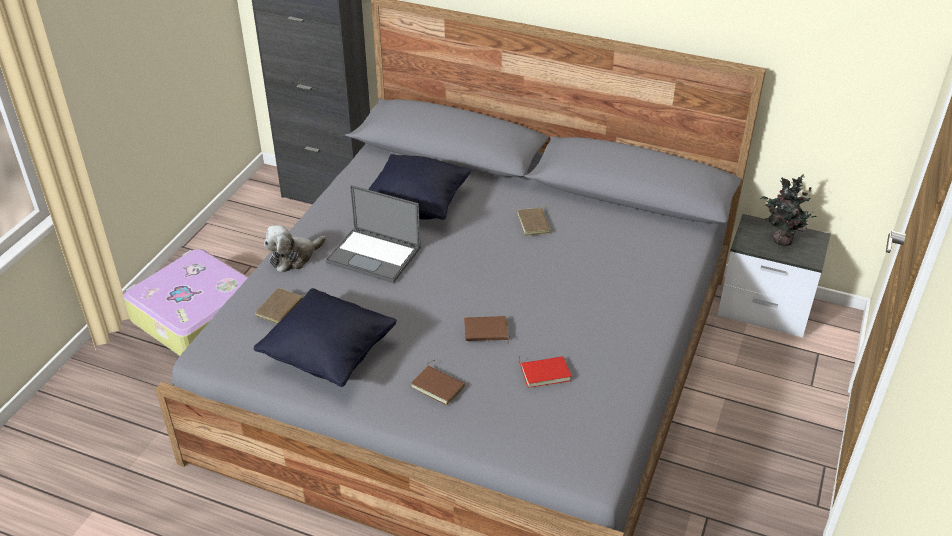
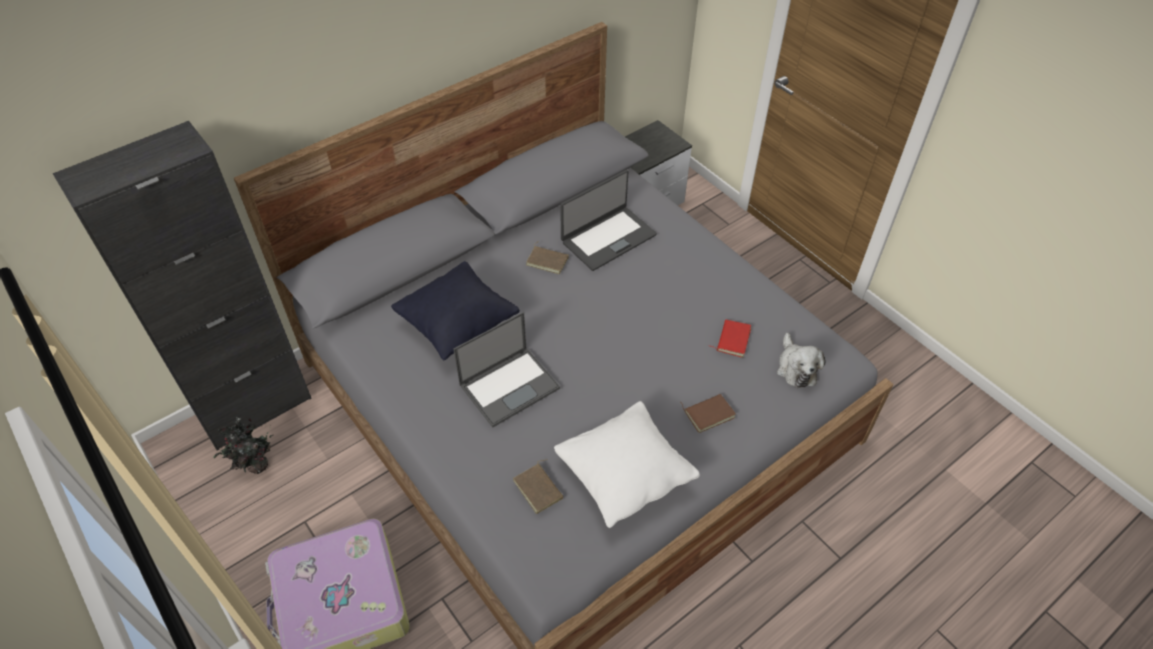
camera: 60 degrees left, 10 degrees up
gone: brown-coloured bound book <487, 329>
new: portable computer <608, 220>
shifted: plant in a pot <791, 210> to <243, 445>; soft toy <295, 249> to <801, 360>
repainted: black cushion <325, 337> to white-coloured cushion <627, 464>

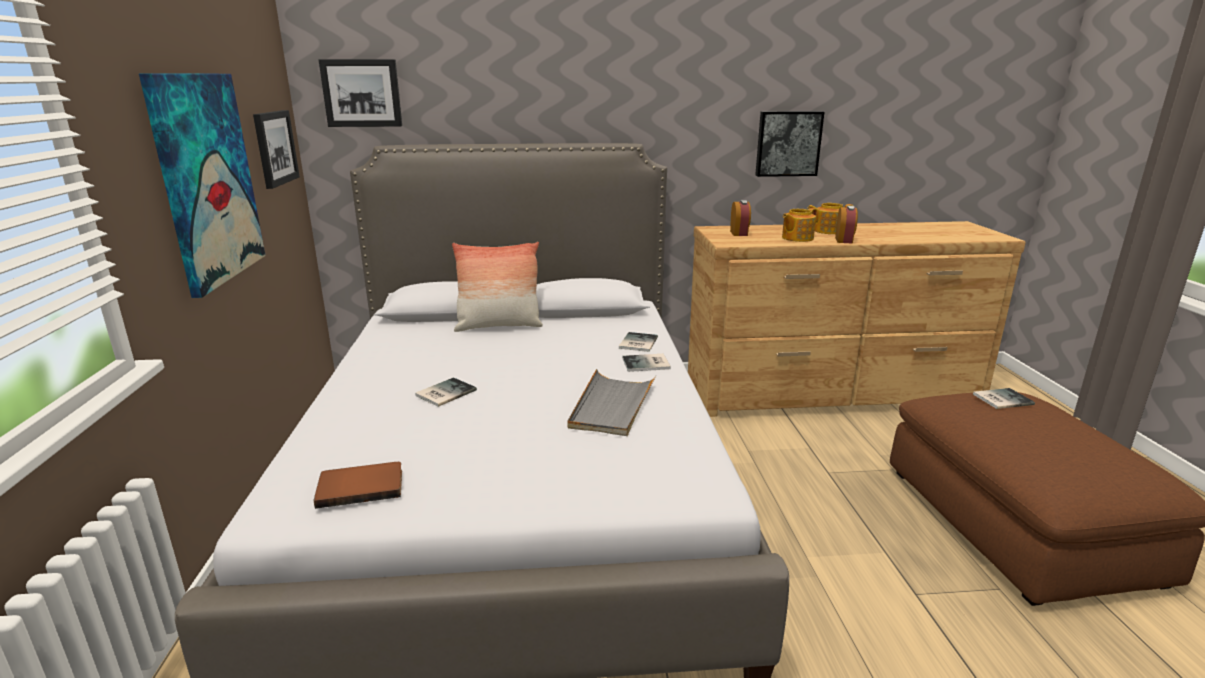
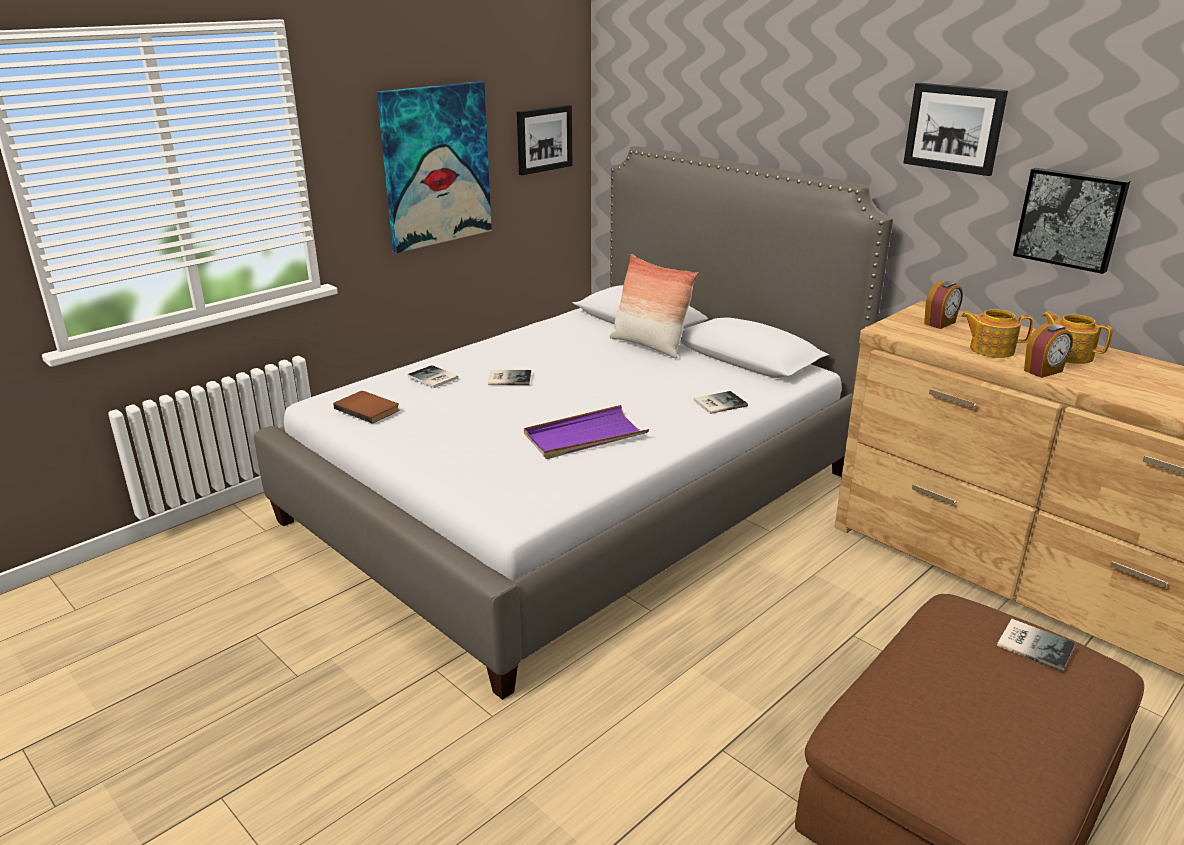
camera: 50 degrees right, 5 degrees up
shifted: wall art <360, 93> to <955, 129>; bound book <646, 363> to <433, 376>
repainted: greyish tray <612, 402> to purple-coloured tray <586, 432>

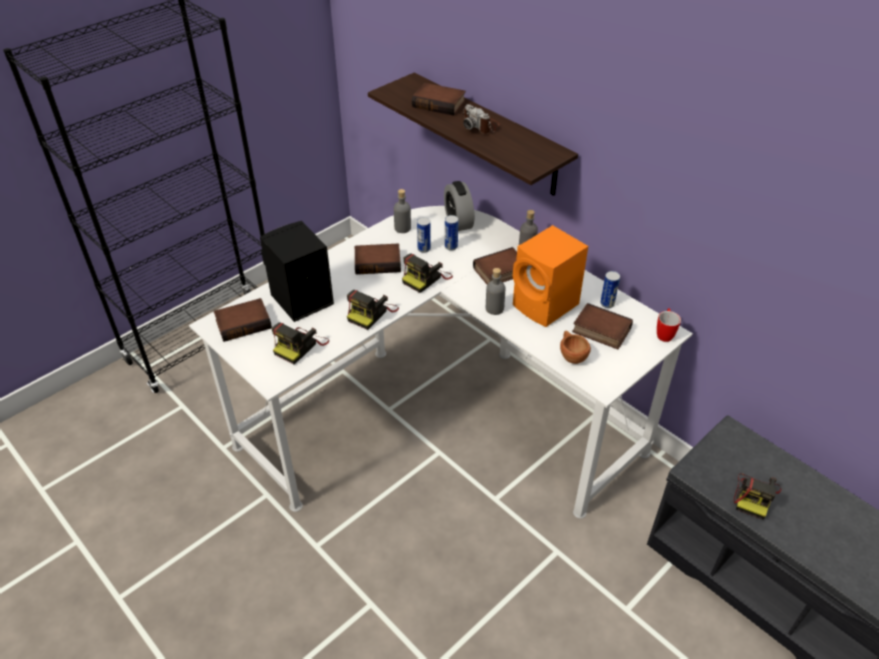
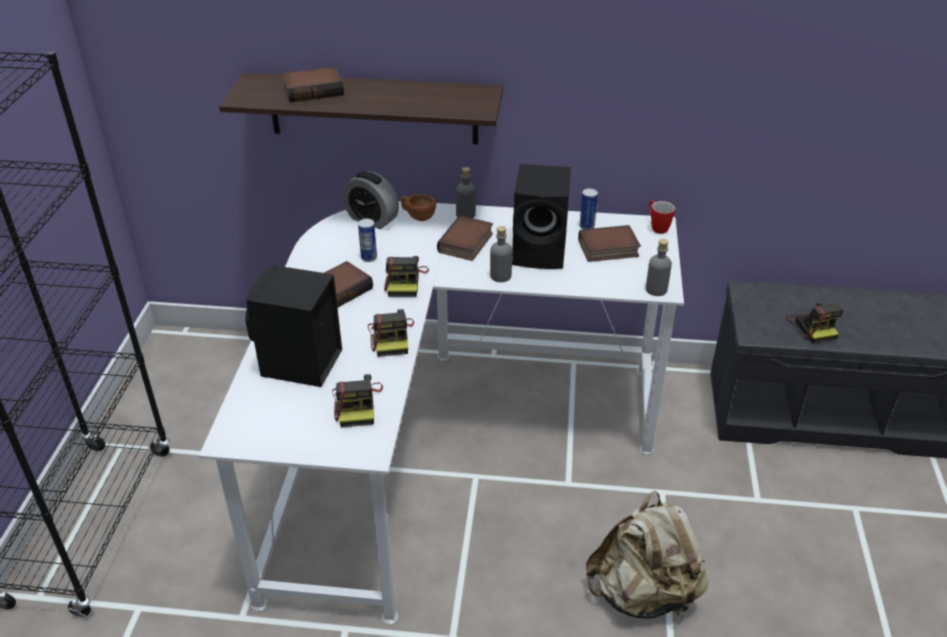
camera: 40 degrees left, 5 degrees down
gone: photo camera <481, 118>; can <451, 233>; bound book <243, 320>
new: beige-coloured knapsack <647, 554>
shifted: greyish beverage bottle <402, 211> to <659, 267>; brown-coloured cup <575, 347> to <418, 207>
repainted: orangey audio speaker <550, 276> to black audio speaker <541, 216>

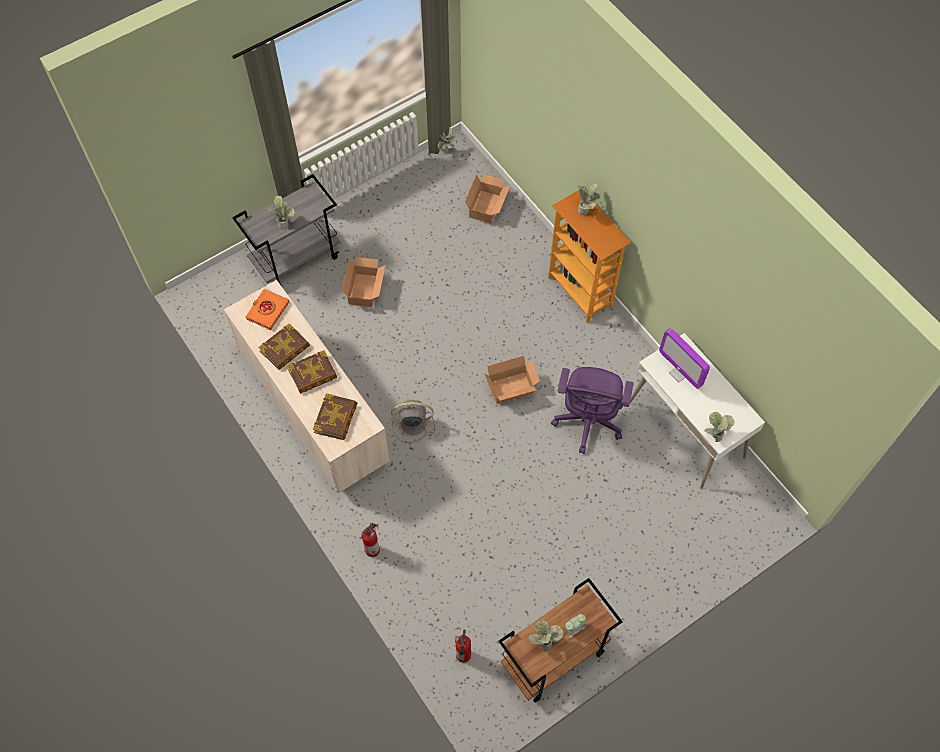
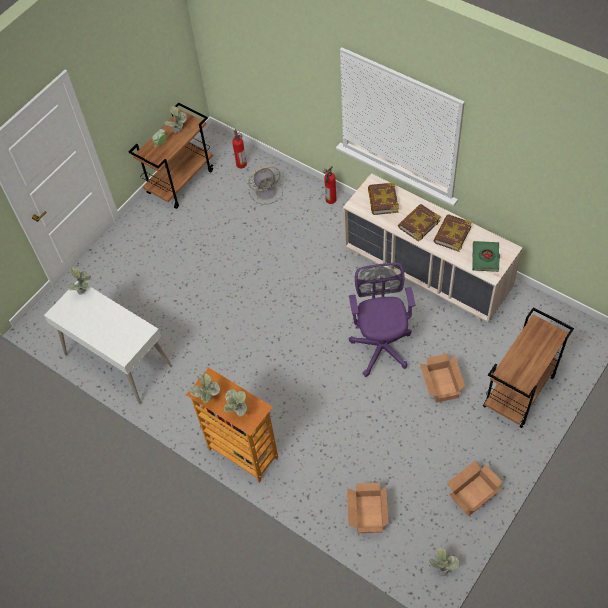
camera: 165 degrees right, 5 degrees down
gone: computer screen <684, 358>
shifted: plant in a pot <281, 212> to <204, 388>; cardboard box <512, 380> to <475, 488>; purple-coloured computer chair <592, 410> to <382, 320>; greyish electric fan <413, 421> to <265, 185>
repainted: greyish wheeled cart <286, 229> to brown-coloured wheeled cart <528, 367>; orangey bound book <267, 309> to green bound book <486, 256>

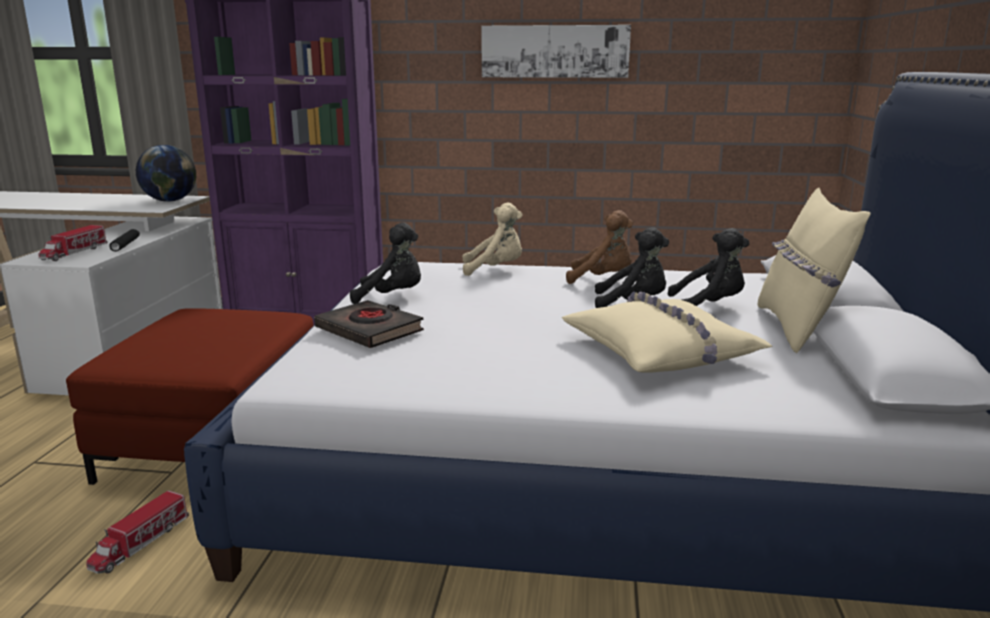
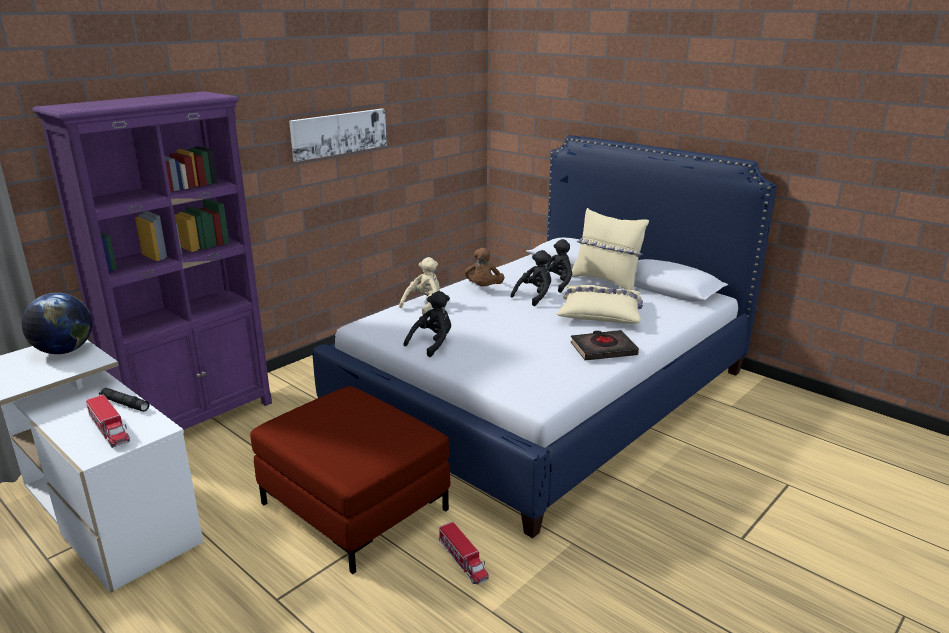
camera: 55 degrees left, 5 degrees up
shifted: black bound book <369, 324> to <604, 345>
rotated: brown-coloured soft toy <599, 247> = <485, 267> 135 degrees clockwise

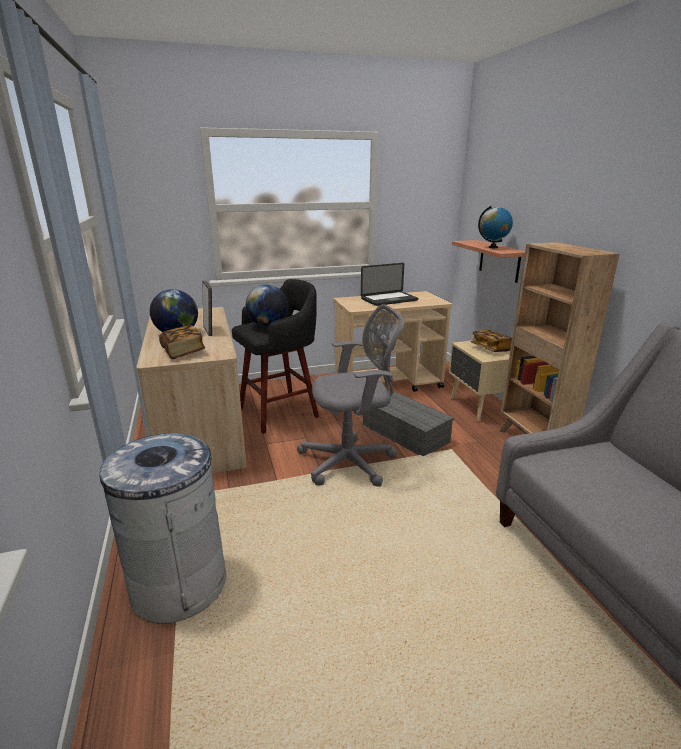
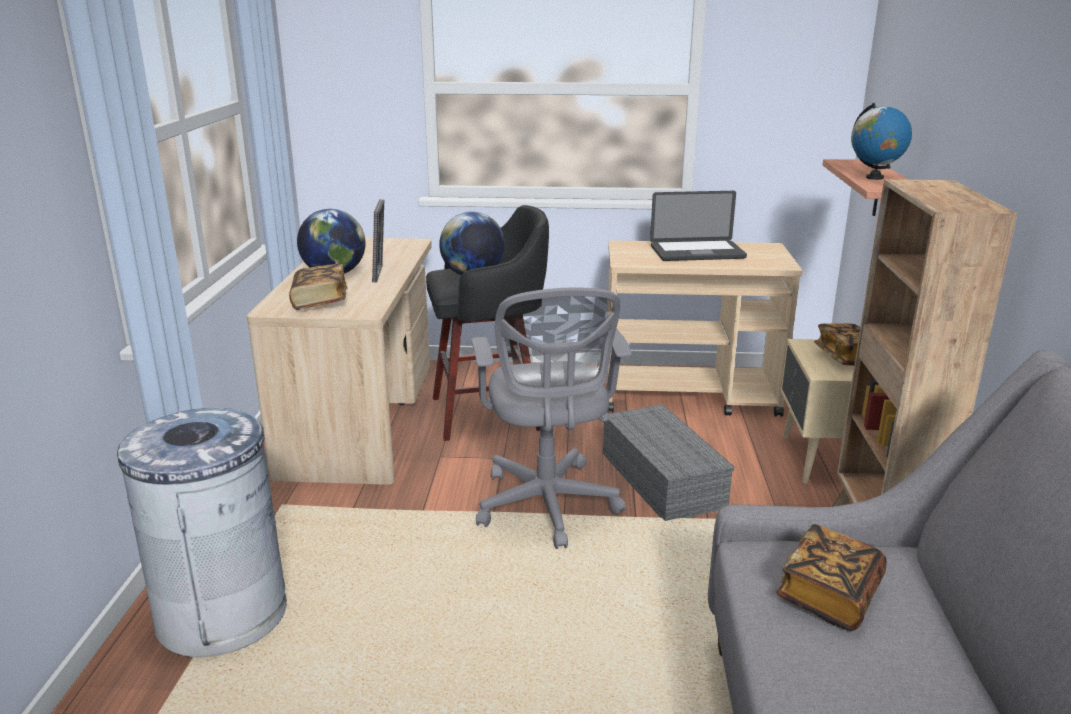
camera: 20 degrees right, 0 degrees up
new: bound book <831, 577>
rotated: greyish computer chair <351, 395> = <551, 418> 75 degrees clockwise

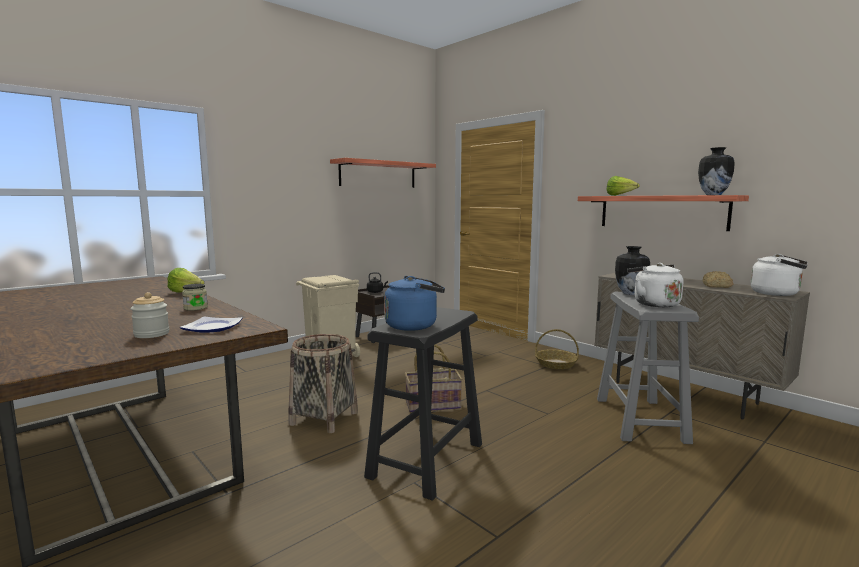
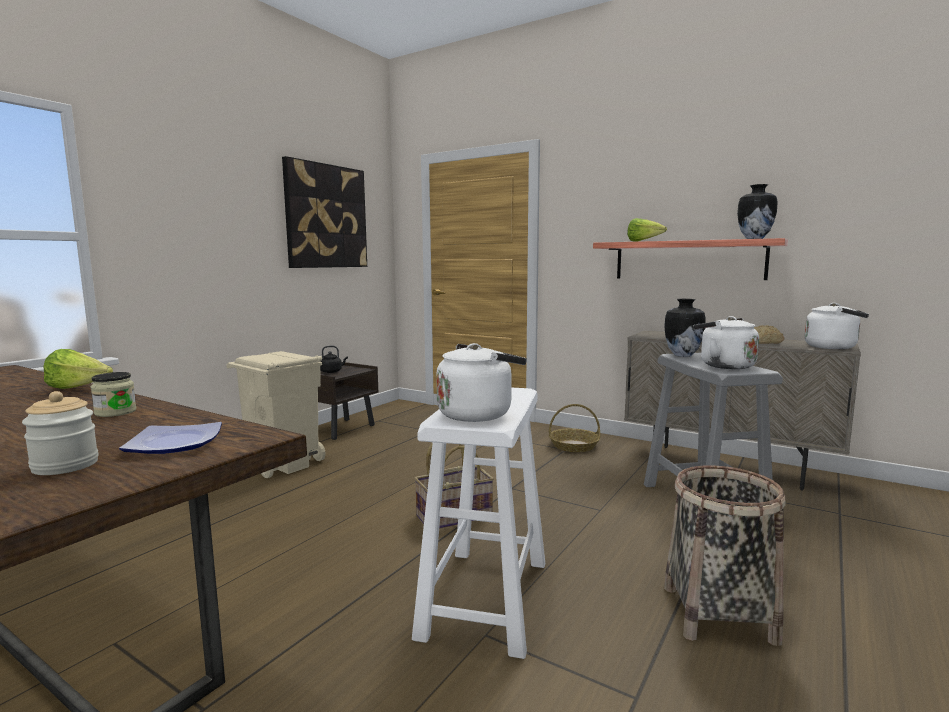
camera: 15 degrees left, 0 degrees up
shifted: basket <323, 383> to <725, 555>
swapped: bracket shelf <383, 173> to wall art <324, 212>
repainted: bluish tea kettle <414, 303> to white-coloured tea kettle <481, 382>; black sitting stool <423, 404> to white-coloured sitting stool <478, 523>

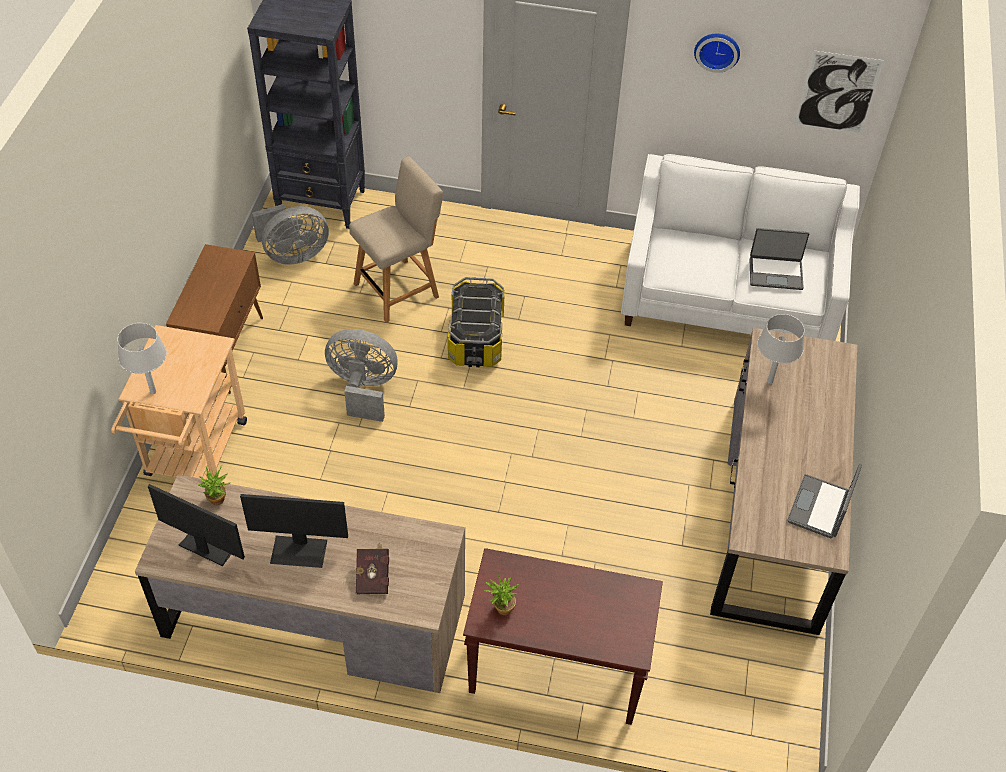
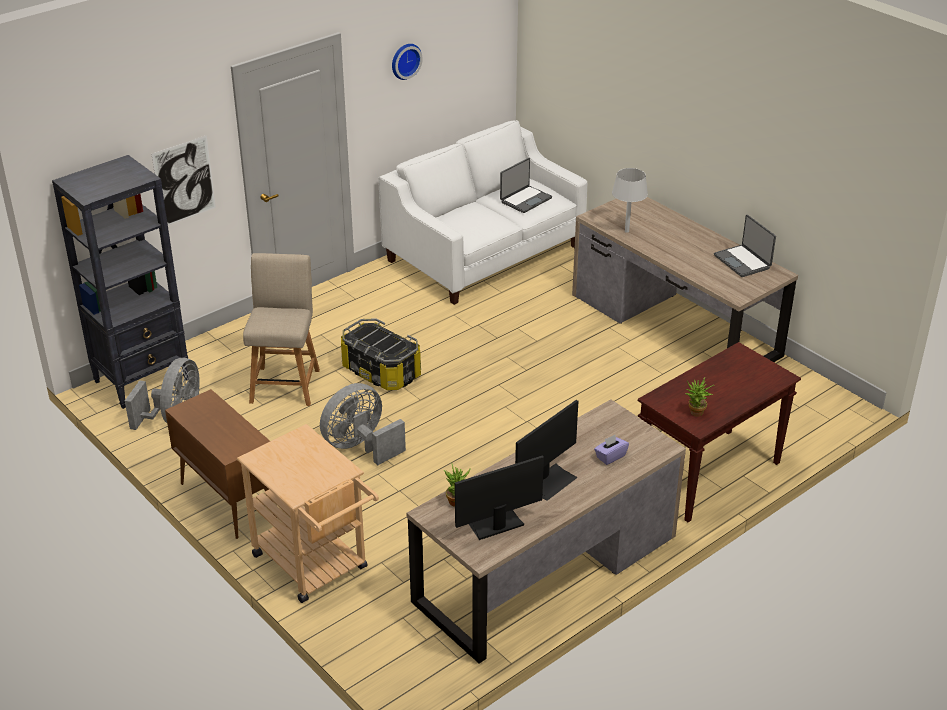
camera: 50 degrees left, 15 degrees down
gone: greyish table lamp <142, 358>
shifted: wall art <839, 92> to <184, 180>
swapped: red bound book <372, 568> to purple-coloured tissue holder <611, 450>

